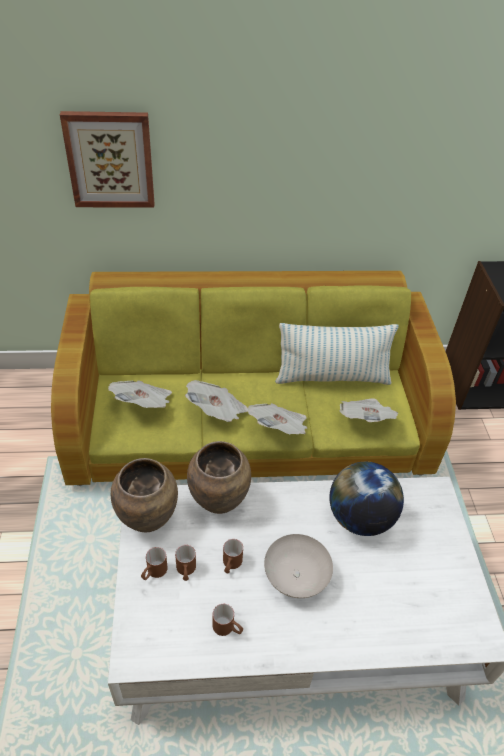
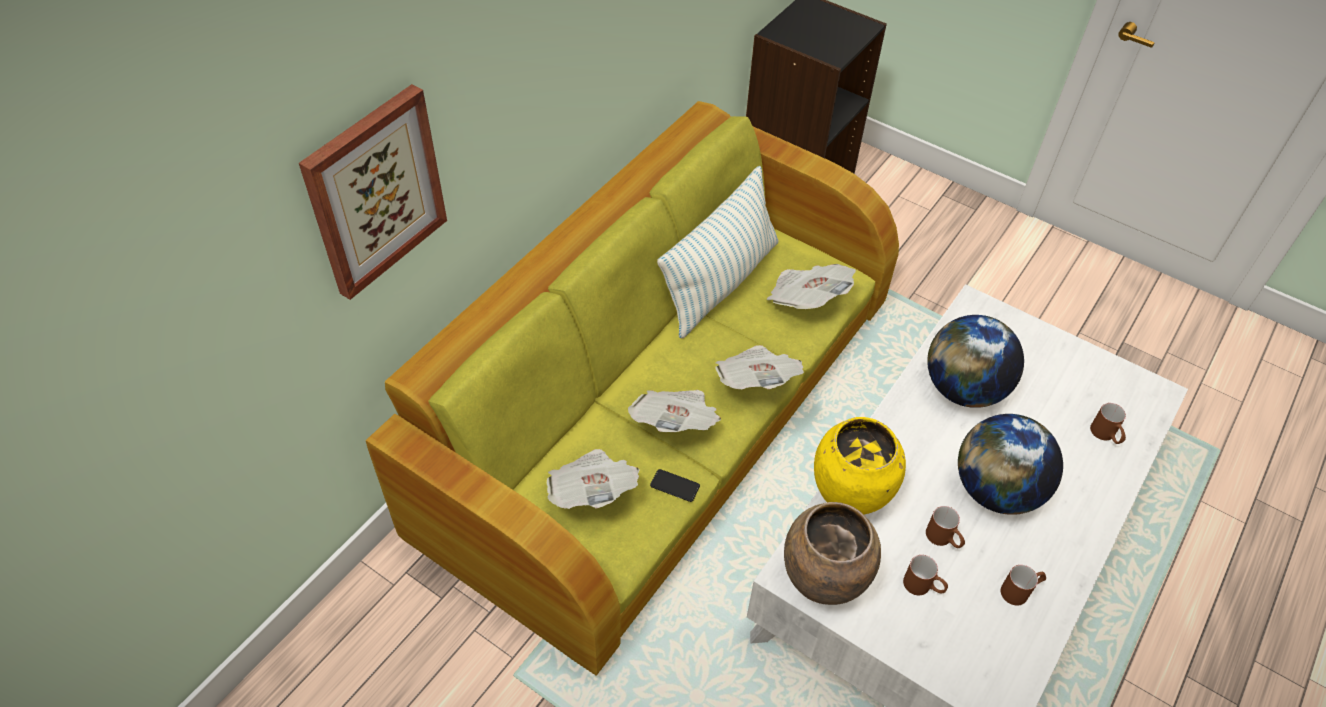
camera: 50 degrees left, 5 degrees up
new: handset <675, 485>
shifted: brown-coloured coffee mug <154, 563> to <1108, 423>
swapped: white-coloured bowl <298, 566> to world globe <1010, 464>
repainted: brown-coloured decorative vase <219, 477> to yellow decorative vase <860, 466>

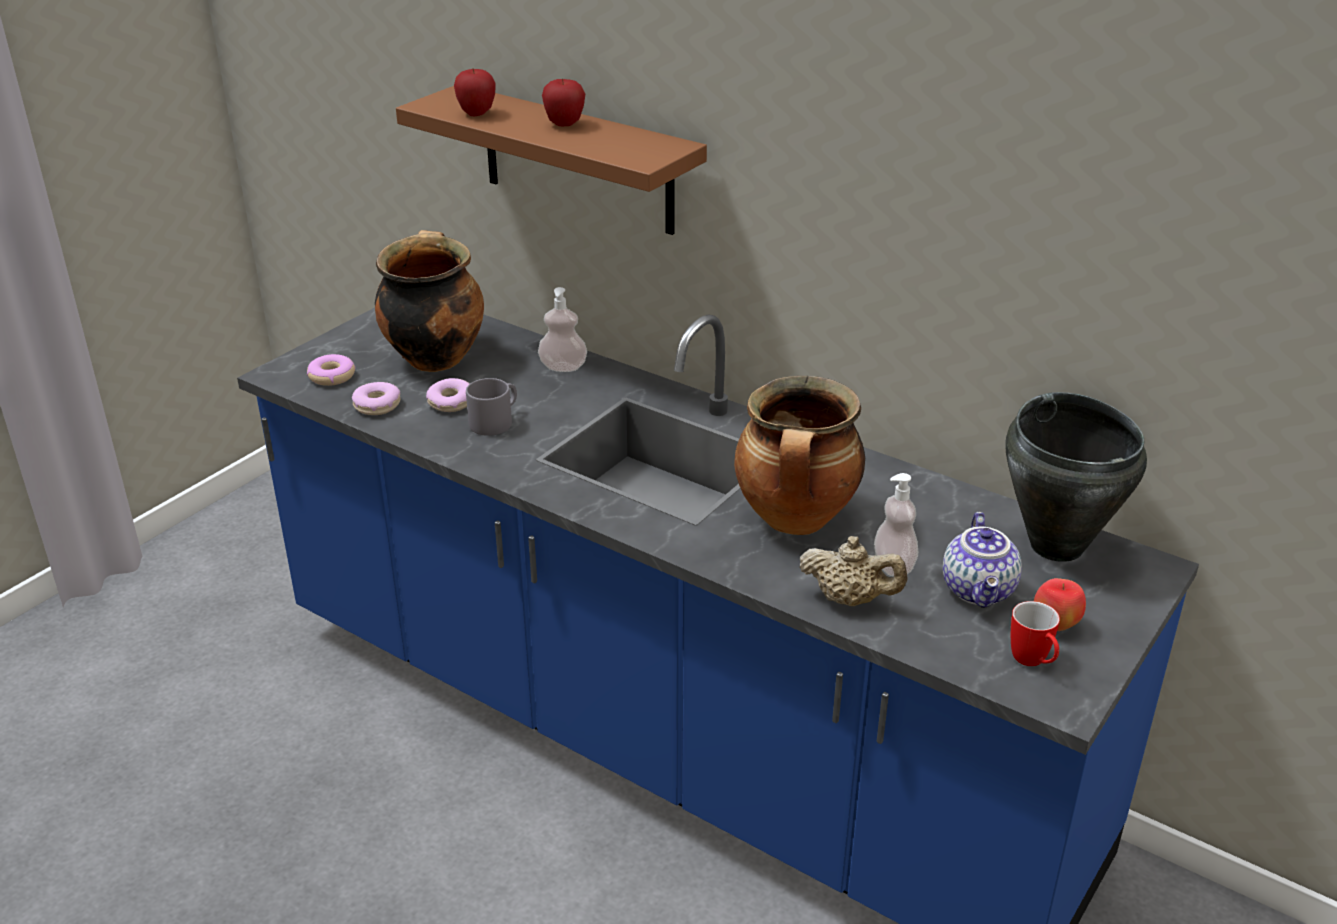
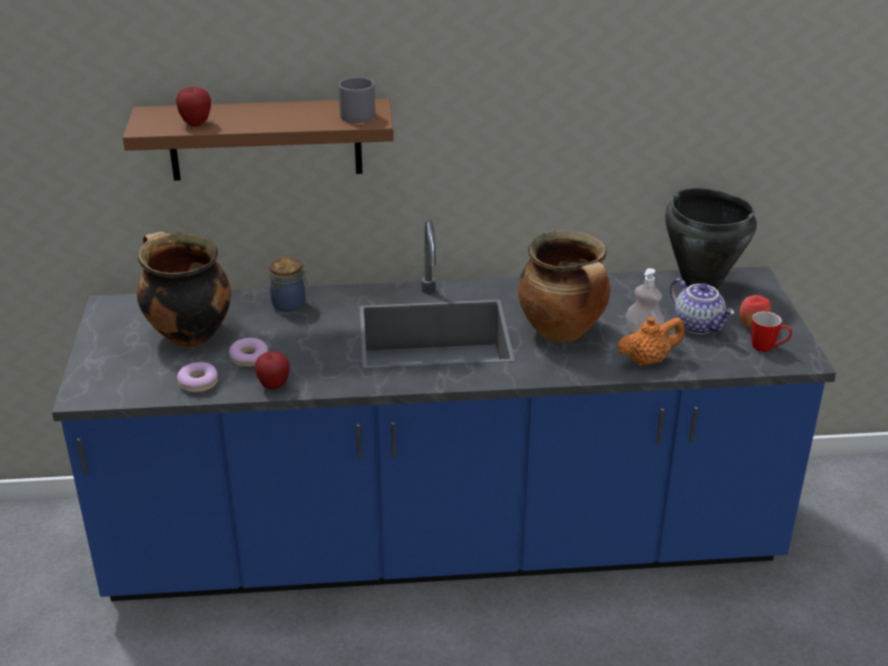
camera: 40 degrees left, 0 degrees up
gone: donut <331, 370>
shifted: apple fruit <563, 102> to <272, 370>; greyish coffee mug <491, 407> to <357, 100>
swapped: liquid soap bottle <562, 329> to storage jar <288, 284>
repainted: beige-coloured teapot <853, 571> to orangey teapot <651, 341>

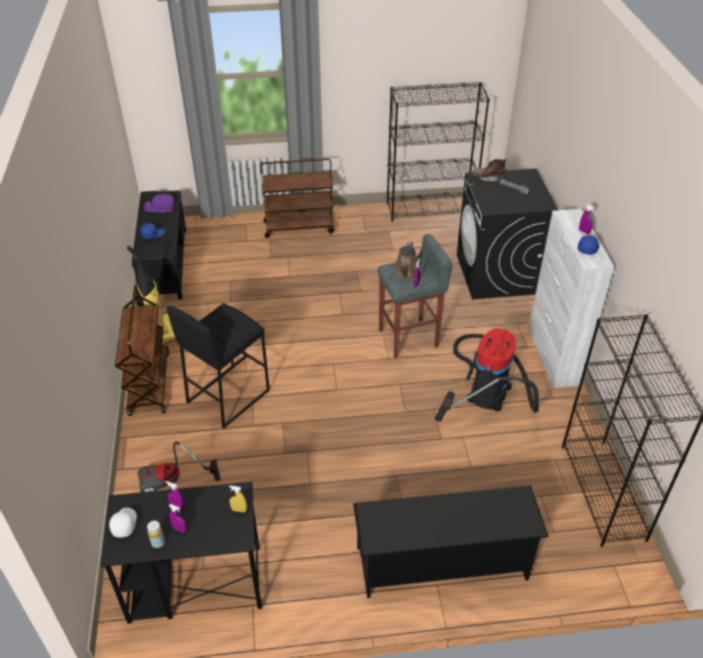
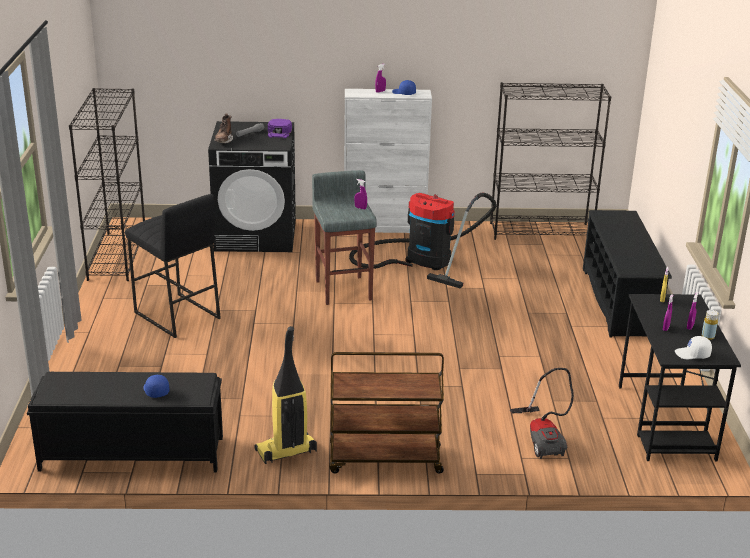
camera: 85 degrees left, 15 degrees down
gone: brown-coloured wheeled cart <297, 198>; brown-coloured watering pot <405, 259>
shifted: purple-coloured baseball cap <159, 203> to <280, 128>; black sitting stool <218, 366> to <173, 266>

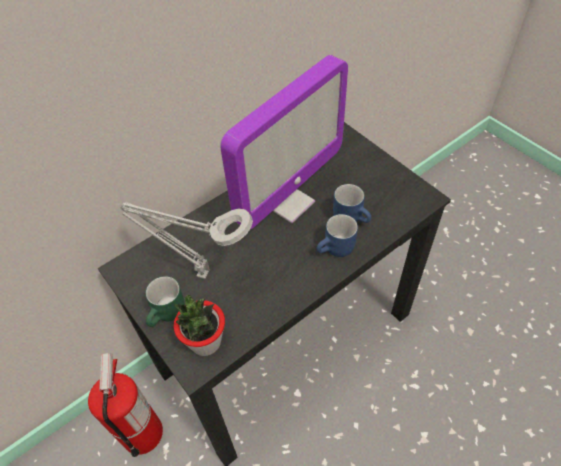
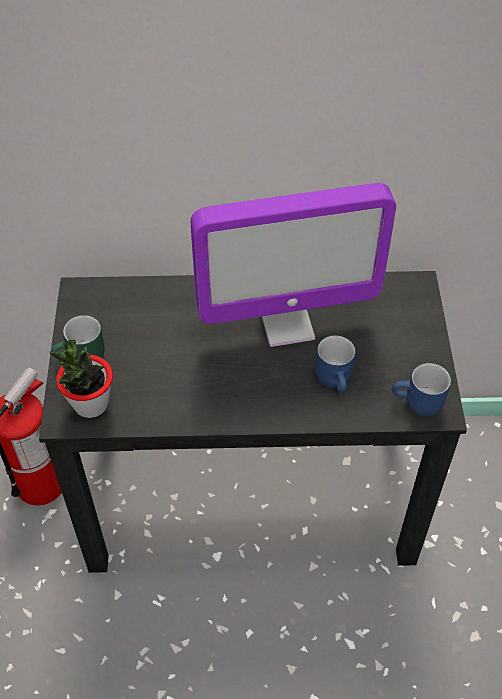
camera: 35 degrees right, 0 degrees up
gone: greyish table lamp <186, 240>
shifted: bluish coffee mug <337, 235> to <421, 389>

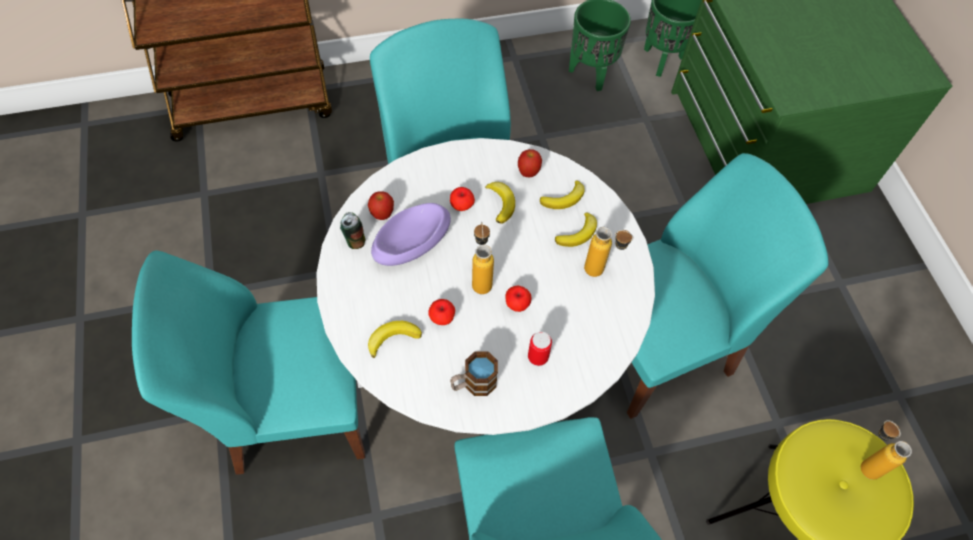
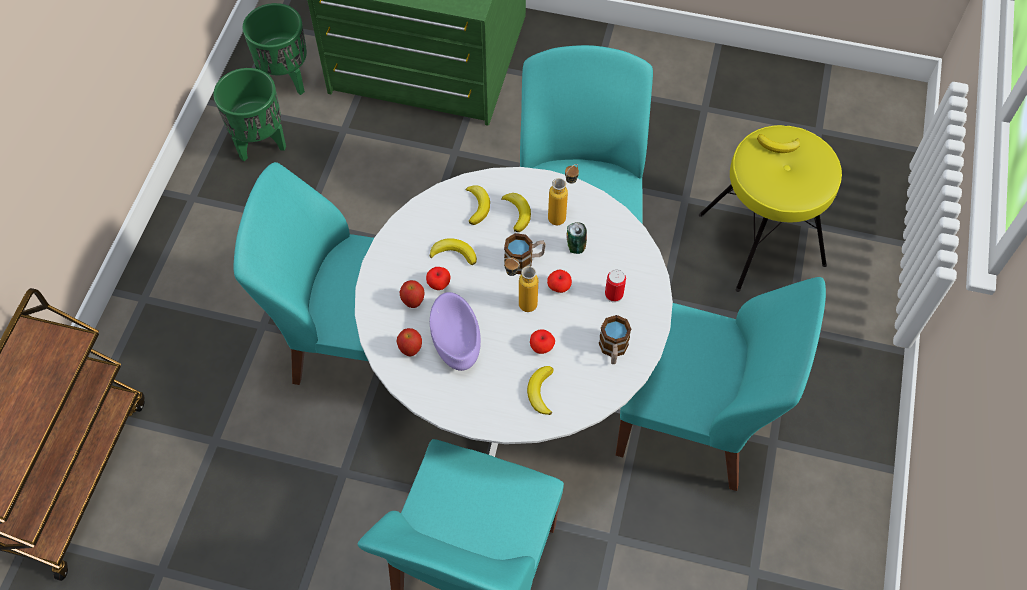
camera: 60 degrees left, 0 degrees up
new: coffee mug <525, 253>
shifted: apple fruit <530, 163> to <411, 294>; can <352, 230> to <577, 238>
swapped: beverage bottle <886, 450> to banana <778, 143>

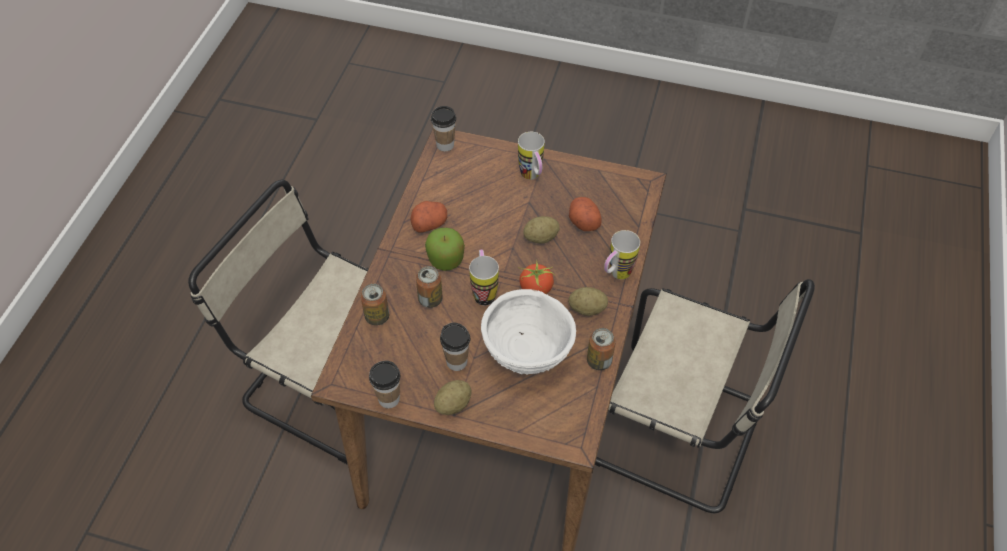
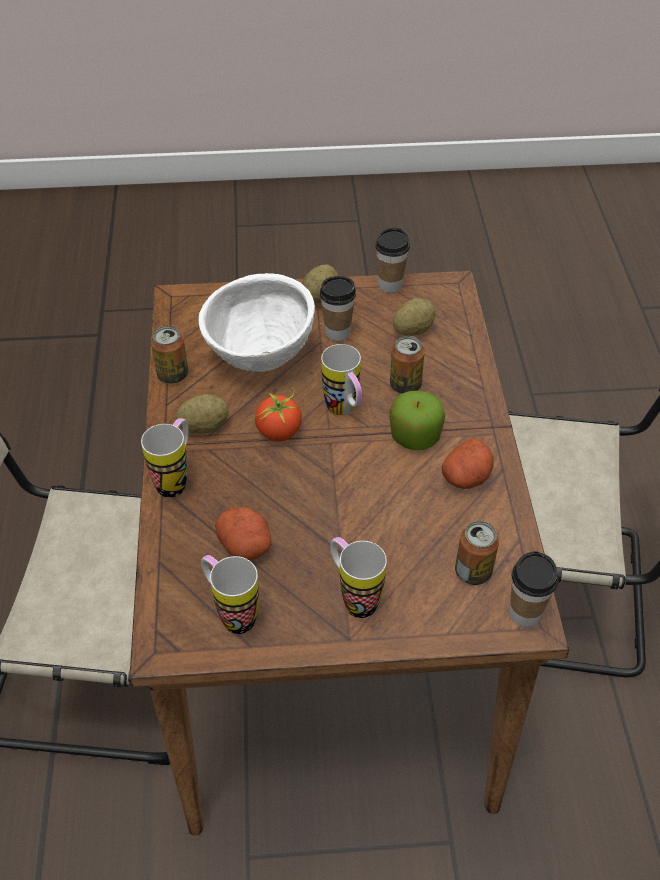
camera: 160 degrees right, 5 degrees down
new: coffee mug <230, 594>
shifted: potato <541, 230> to <414, 317>; can <375, 305> to <477, 553>

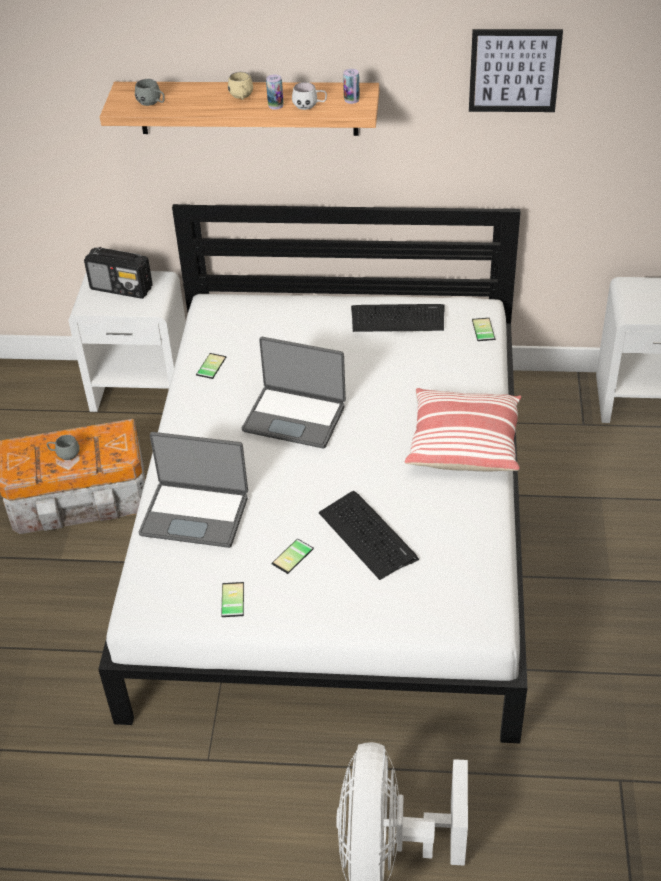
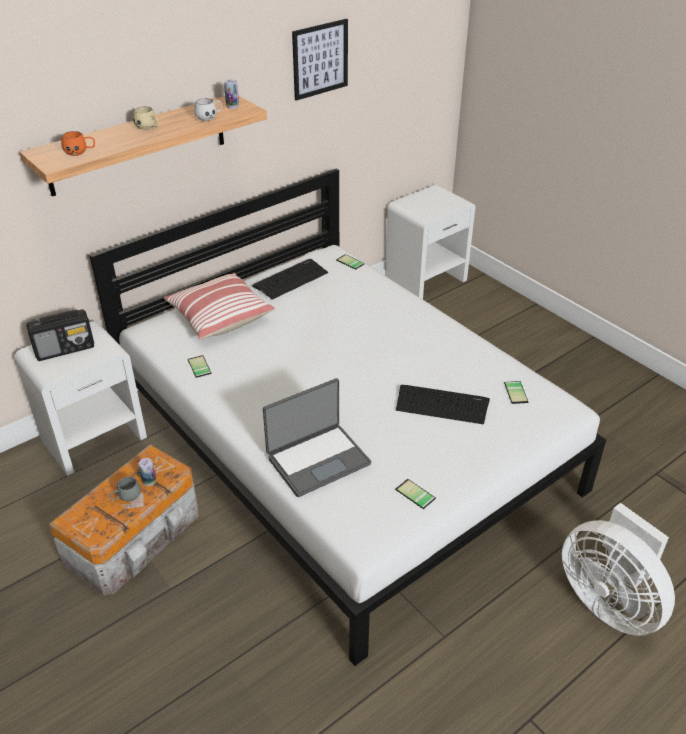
camera: 45 degrees left, 5 degrees down
gone: portable computer <294, 393>
shifted: can <275, 92> to <147, 472>; cushion <463, 430> to <219, 306>; handset <292, 556> to <516, 392>
repainted: greyish coffee mug <150, 92> to orangey coffee mug <78, 143>

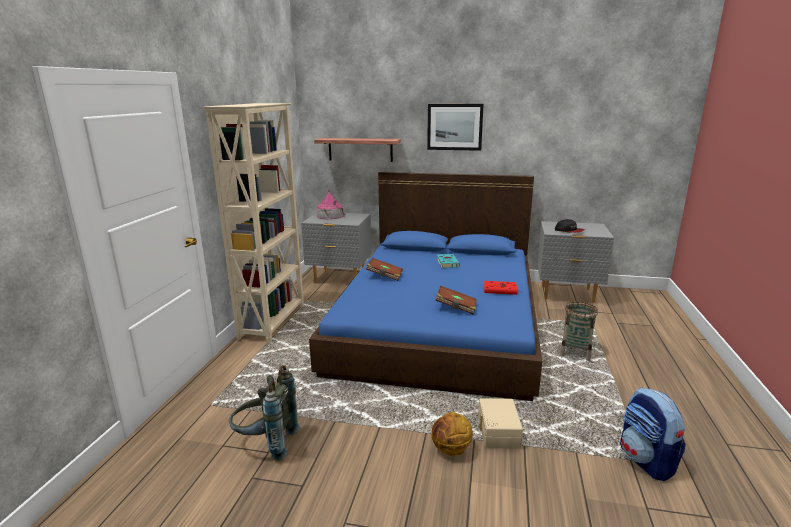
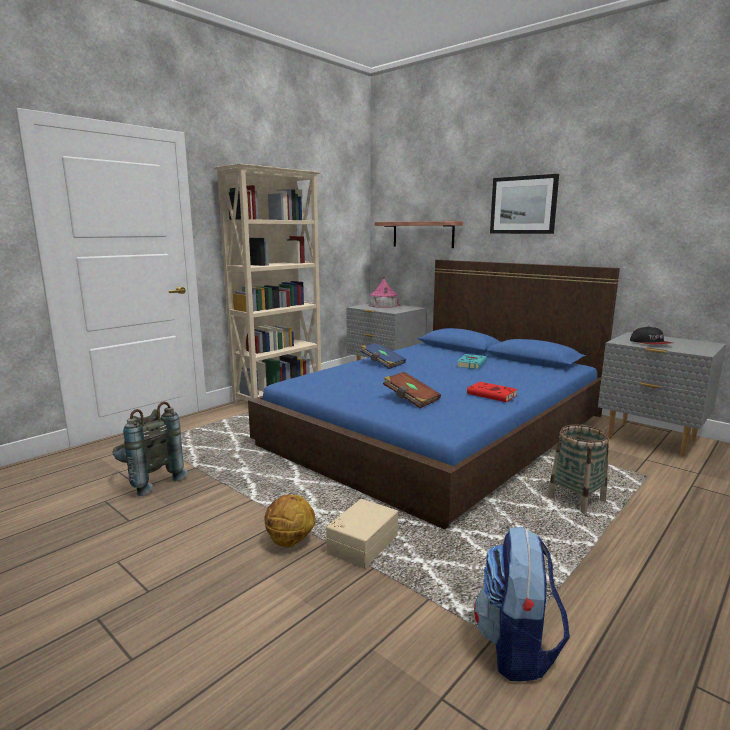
camera: 30 degrees right, 5 degrees down
repainted: brown-coloured bound book <384, 269> to bluish bound book <383, 355>

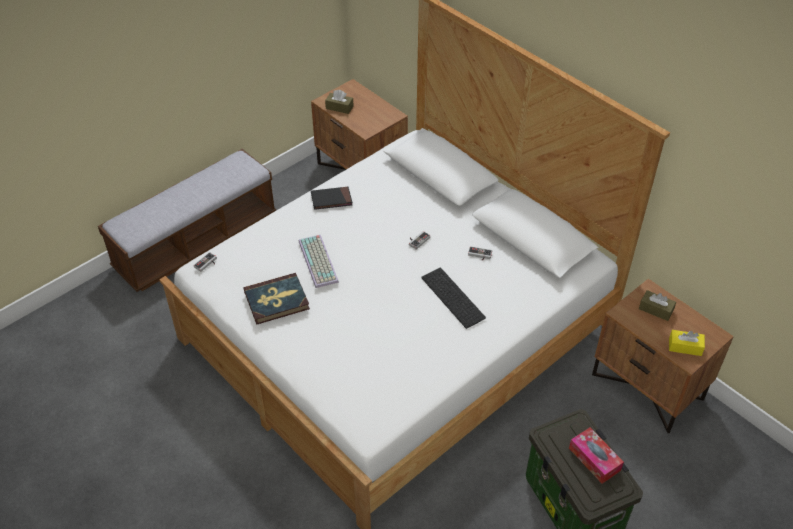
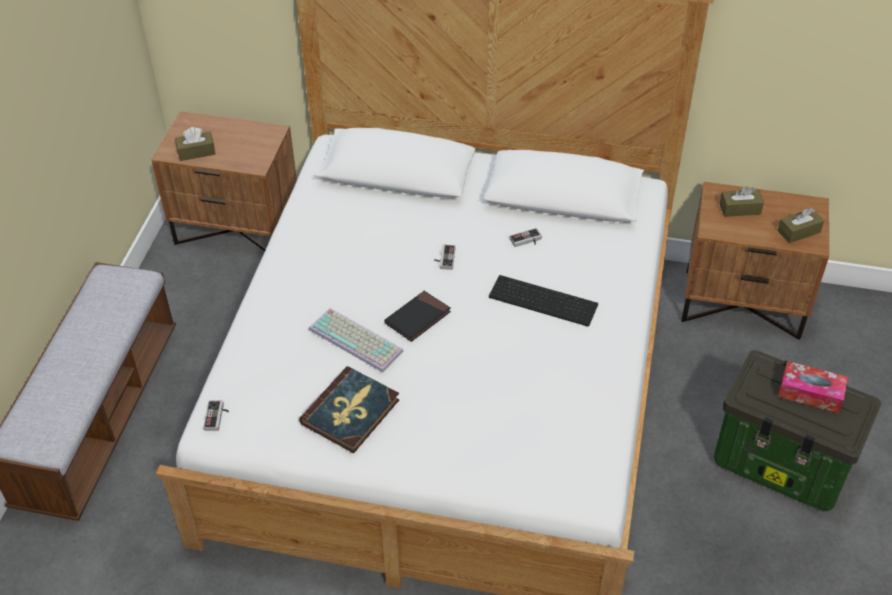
camera: 35 degrees left, 0 degrees up
shifted: black bound book <331, 198> to <417, 316>
repainted: yellow tissue holder <687, 343> to brown-coloured tissue holder <801, 225>

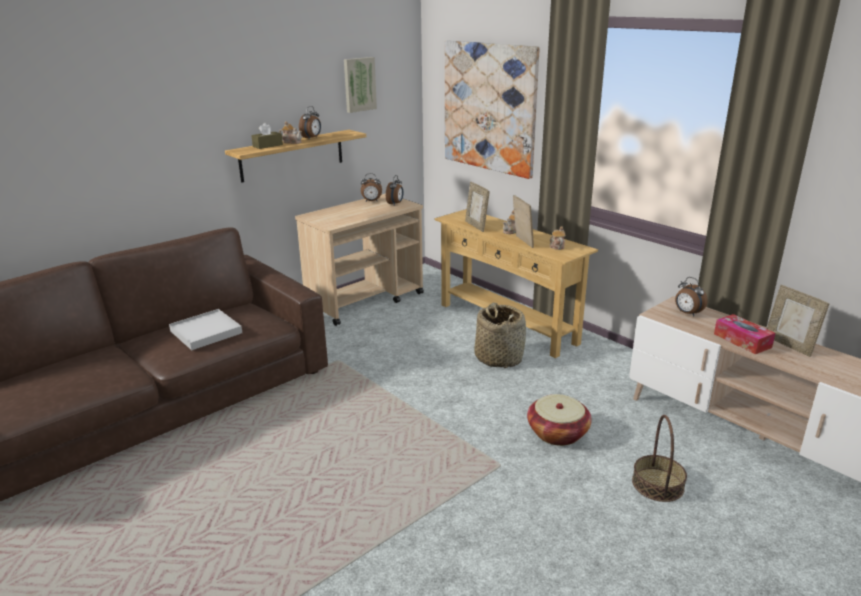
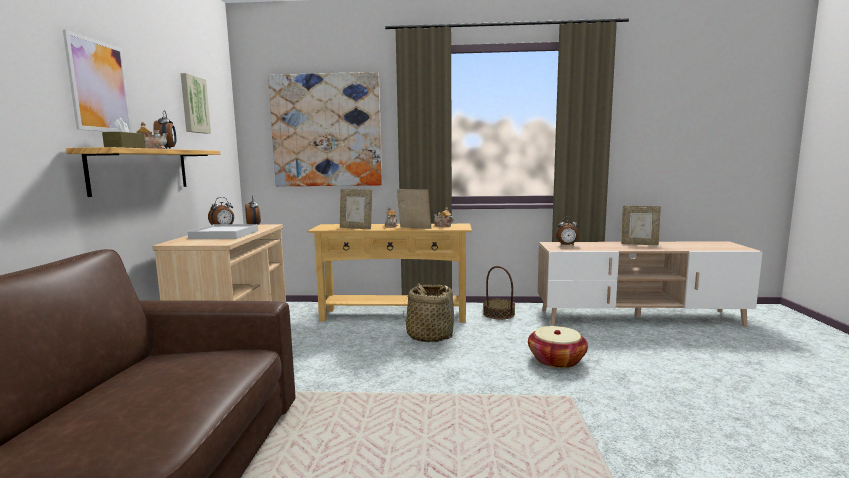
camera: 45 degrees left, 15 degrees down
gone: tissue holder <744, 334>
new: wall art <98, 81>
shifted: white-coloured tray <205, 329> to <222, 231>; basket <659, 458> to <499, 292>

